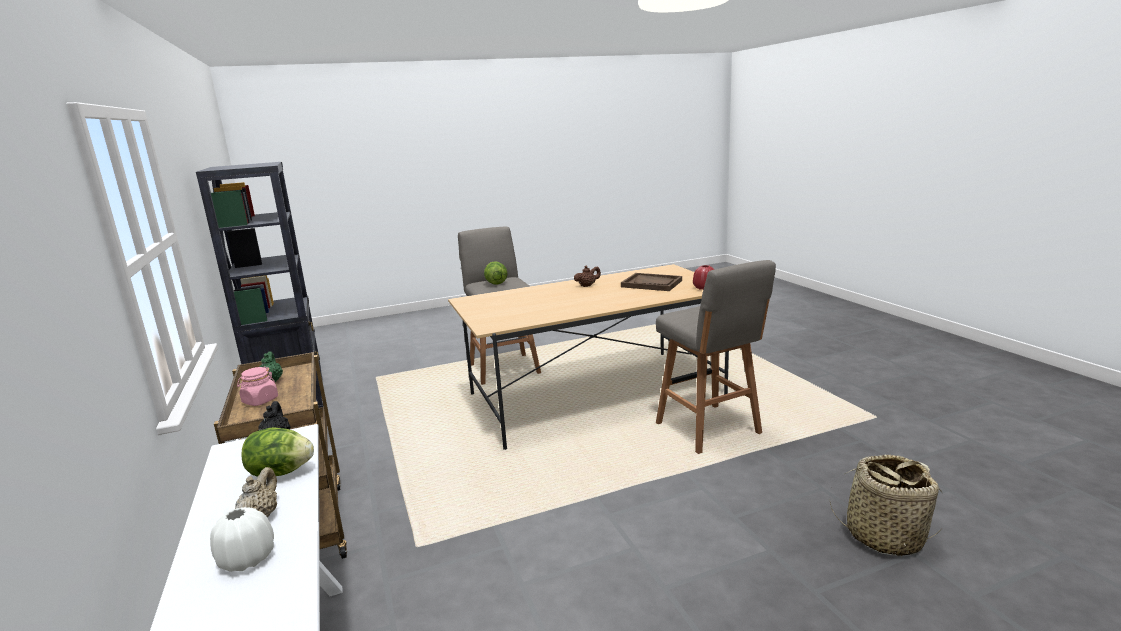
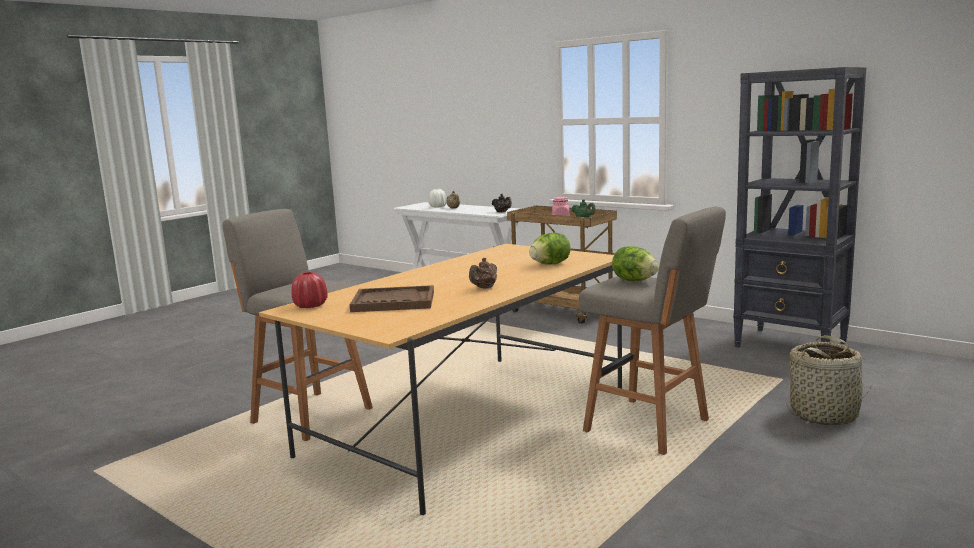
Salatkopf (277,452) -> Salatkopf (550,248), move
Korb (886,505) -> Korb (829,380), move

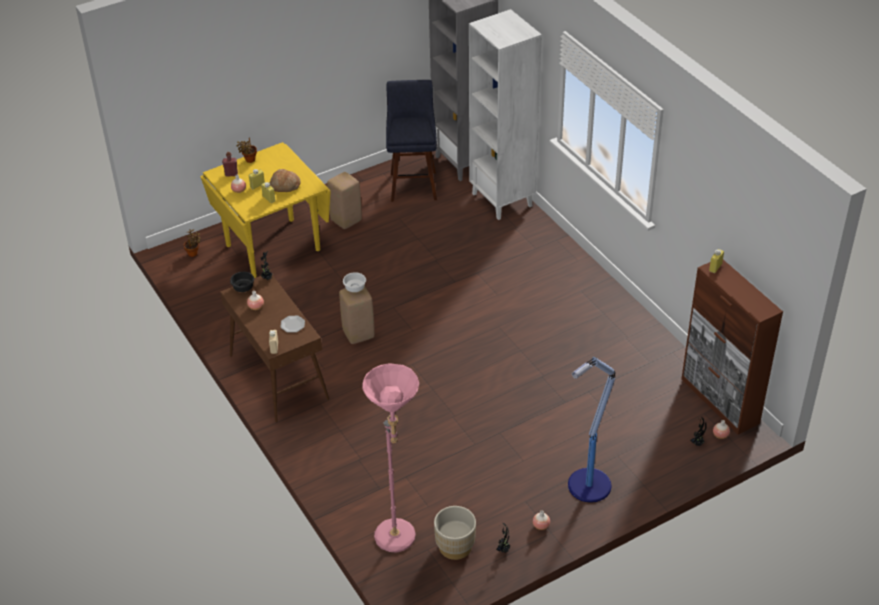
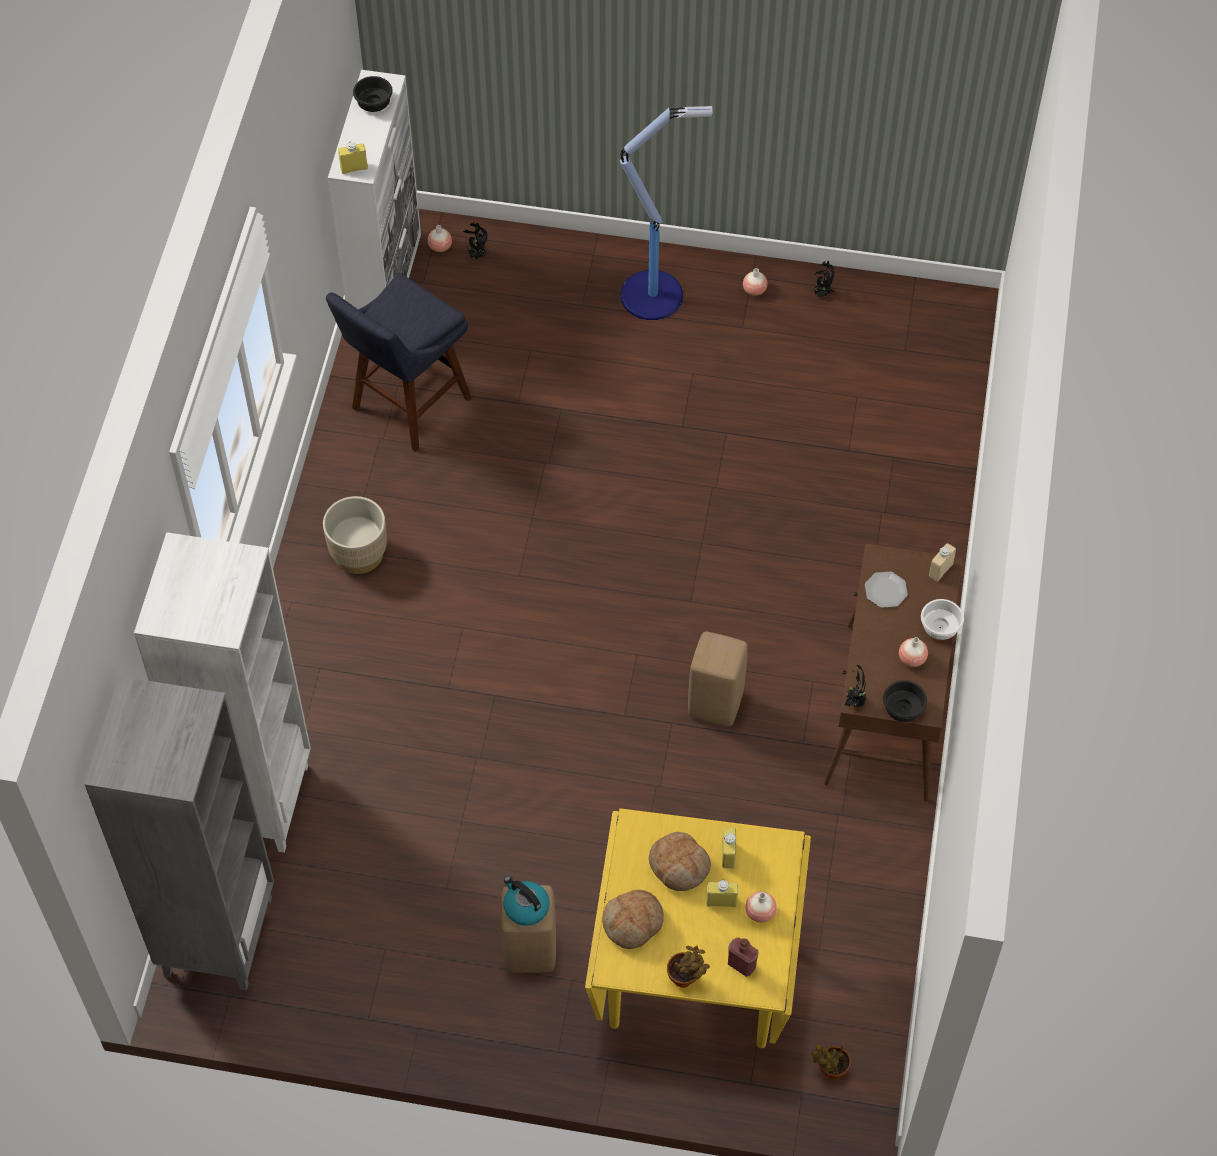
Pflanzkübel (beige) (455,533) -> Pflanzkübel (beige) (355,535), move
Hocker (blau) (411,141) -> Hocker (blau) (399,362), move
Schrank (braun) (732,347) -> Schrank (weiß) (374,189)
none -> Schüssel (schwarz) (373,94)
none -> Wasserkessel (526,901)
none -> Brot (633,919)
Schüssel (weiß) (354,282) -> Schüssel (weiß) (942,619), move
Stehlampe (rosa) (391,458) -> none

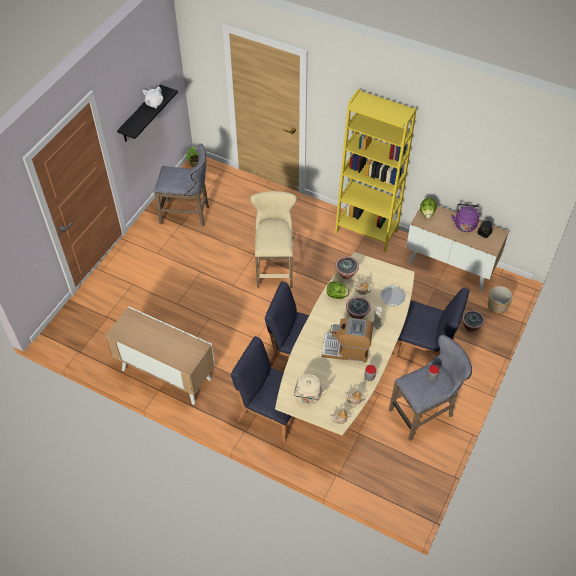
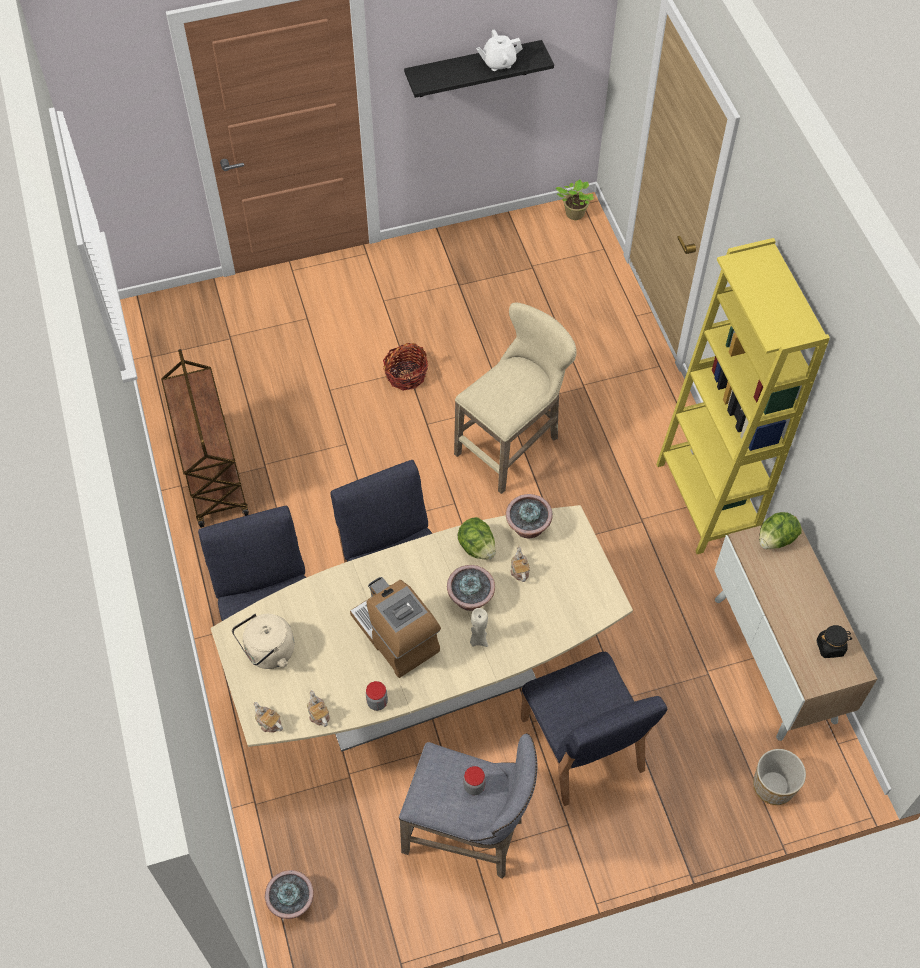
Schrank (160,355) -> Rollwagen (braun) (205,438)
Topfpflanze (473,321) -> Topfpflanze (289,894), move
none -> Korb (405,367)
Hocker (grau) (181,184) -> none
Teller (393,296) -> none
Wasserkessel (lila) (465,218) -> none

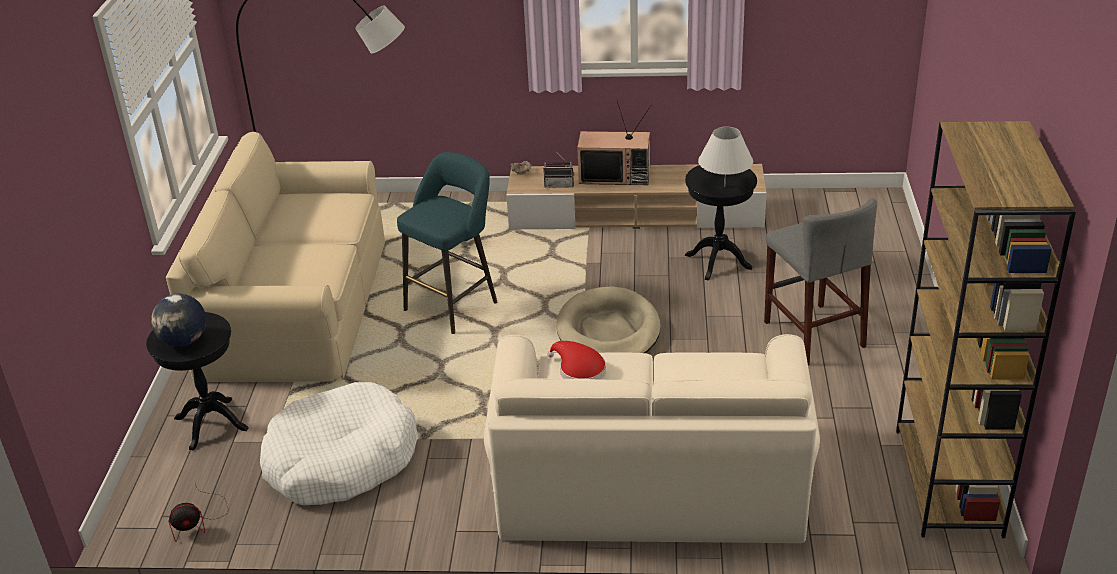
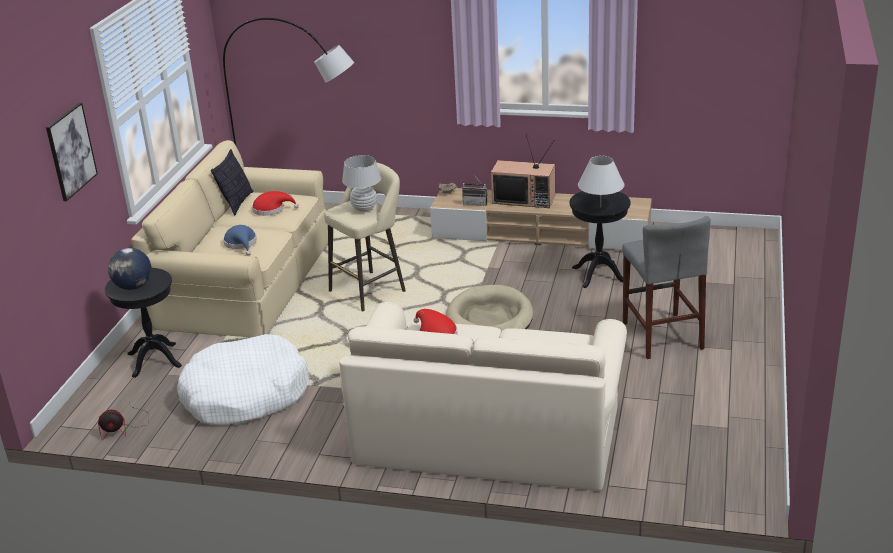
none -> Bild (72,152)
none -> Kissen (232,182)
none -> Hut (blau) (240,240)
none -> Hut (rot) (275,203)
Hocker (türkis) (447,243) -> Hocker (beige) (365,236)
none -> Tischlampe (weiß) (361,183)
Bücherregal (braun) (986,329) -> none

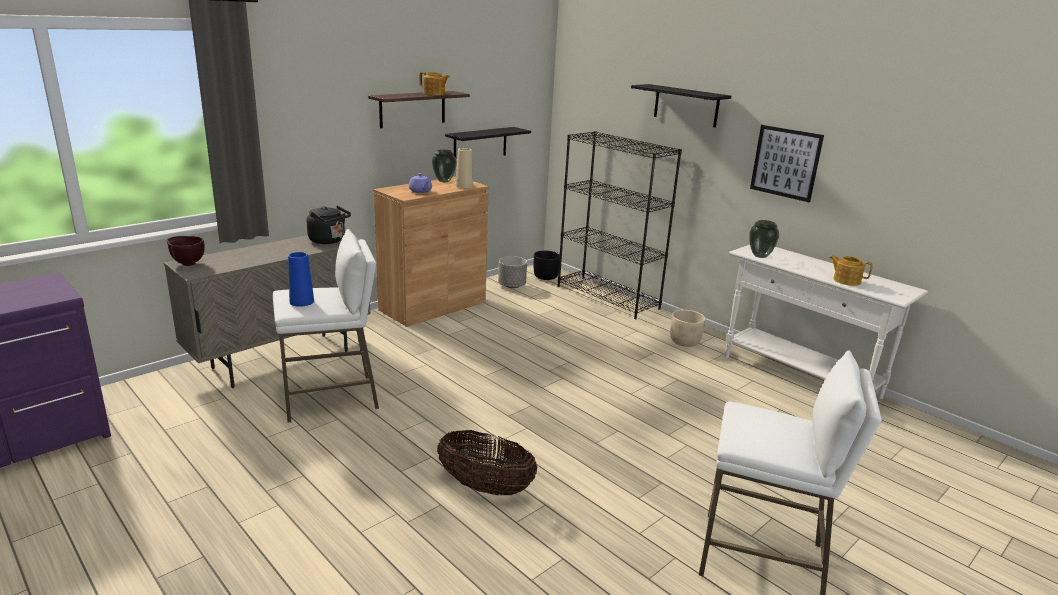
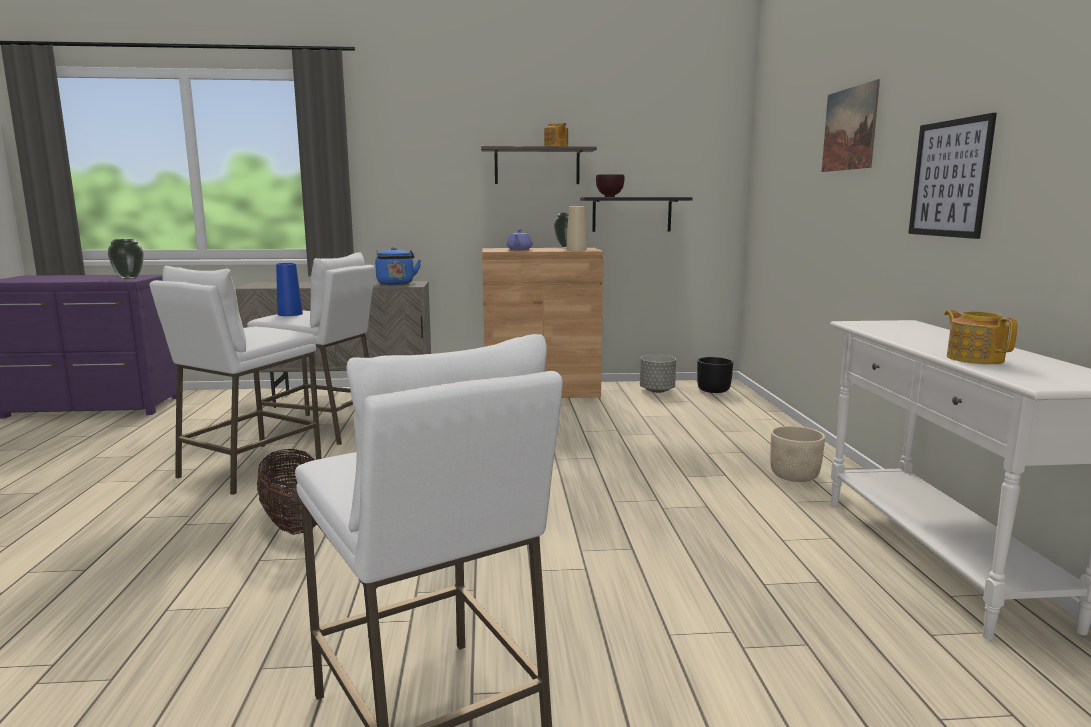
Vase (764,239) -> Vase (126,259), move
none -> Hocker (weiß) (236,380)
Wasserkessel (schwarz) (329,225) -> Wasserkessel (blau) (398,266)
Schüssel (braun) (186,251) -> Schüssel (braun) (610,185), move
Wandregal (schwarz) (681,105) -> Bild (851,125)
Bücherregal (schwarz) (620,225) -> none

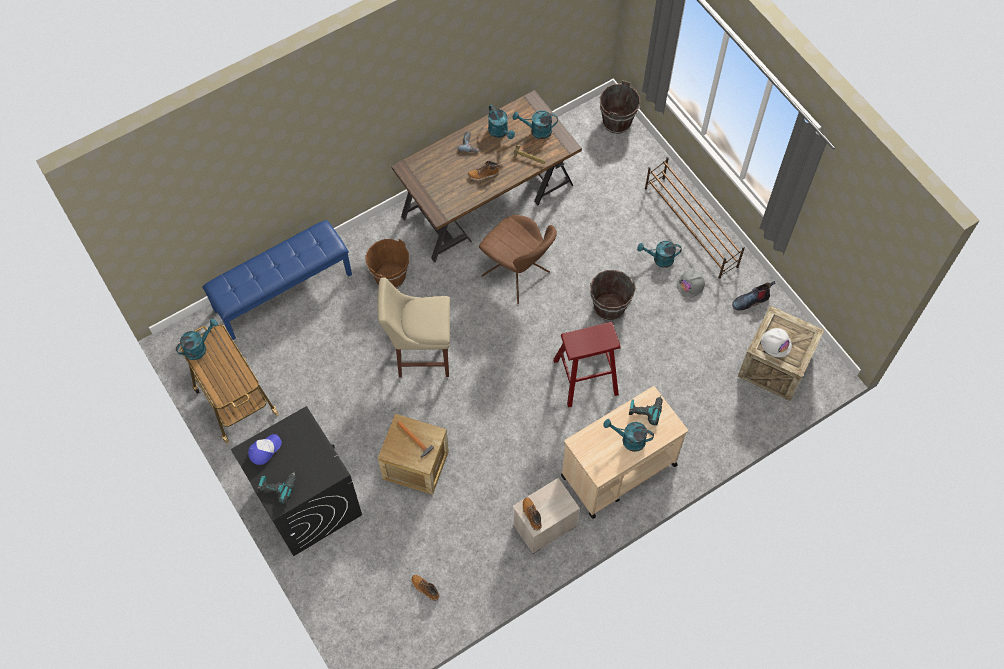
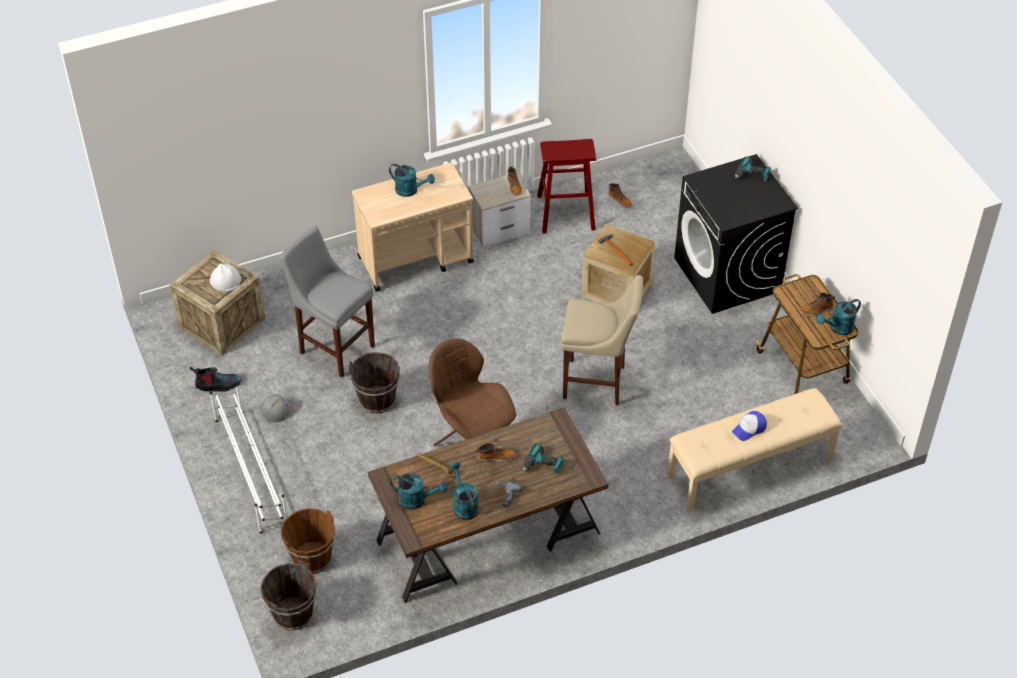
Schuhregal (braun) (695,218) -> Schuhregal (weiß) (249,459)
none -> Hocker (grau) (327,301)
Eimer (braun) (387,264) -> Eimer (braun) (308,541), move
Bohrmaschine (646,410) -> Bohrmaschine (542,459), move
Hocker (rot) (587,364) -> Hocker (rot) (566,186), move
Bank (blau) (277,280) -> Bank (beige) (754,449)
Kappe (265,449) -> Kappe (749,426), move
none -> Stiefel (817,305)
Gießkanne (türkis) (659,254) -> none

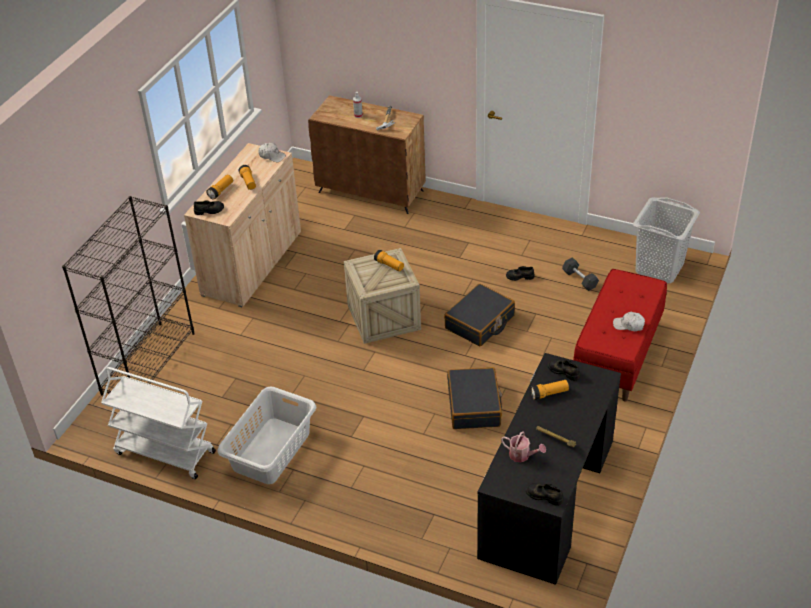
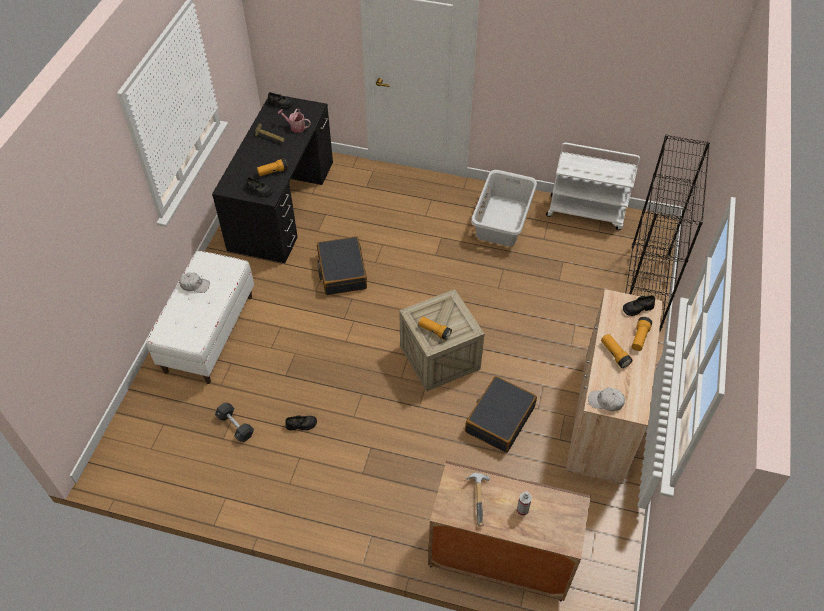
Bank (rot) (620,335) -> Bank (weiß) (200,317)
Koffer (schwarz) (479,315) -> Koffer (schwarz) (501,414), move
Wäschekorb (grau) (666,240) -> none

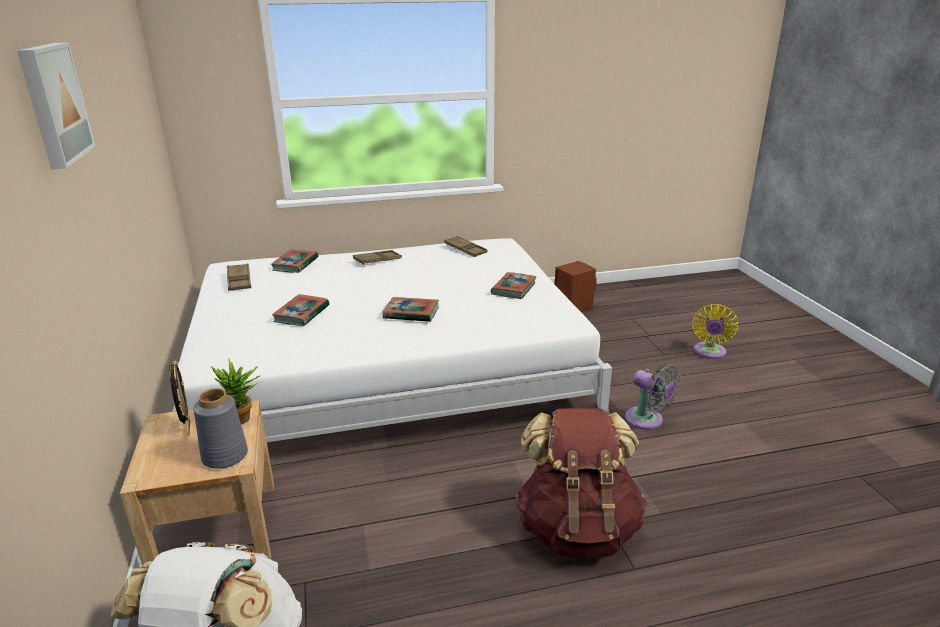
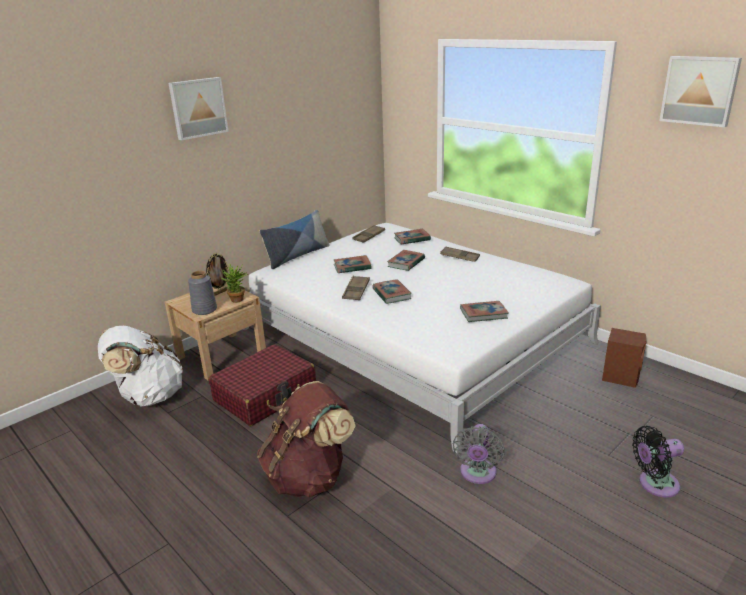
none -> Koffer (rot) (262,385)
none -> Kissen (295,239)
Tablett (braun) (466,246) -> Tablett (braun) (356,288), move
none -> Buch (406,260)
Ventilator (gelb) (715,331) -> Ventilator (schwarz) (658,462)
none -> Bild (700,91)

